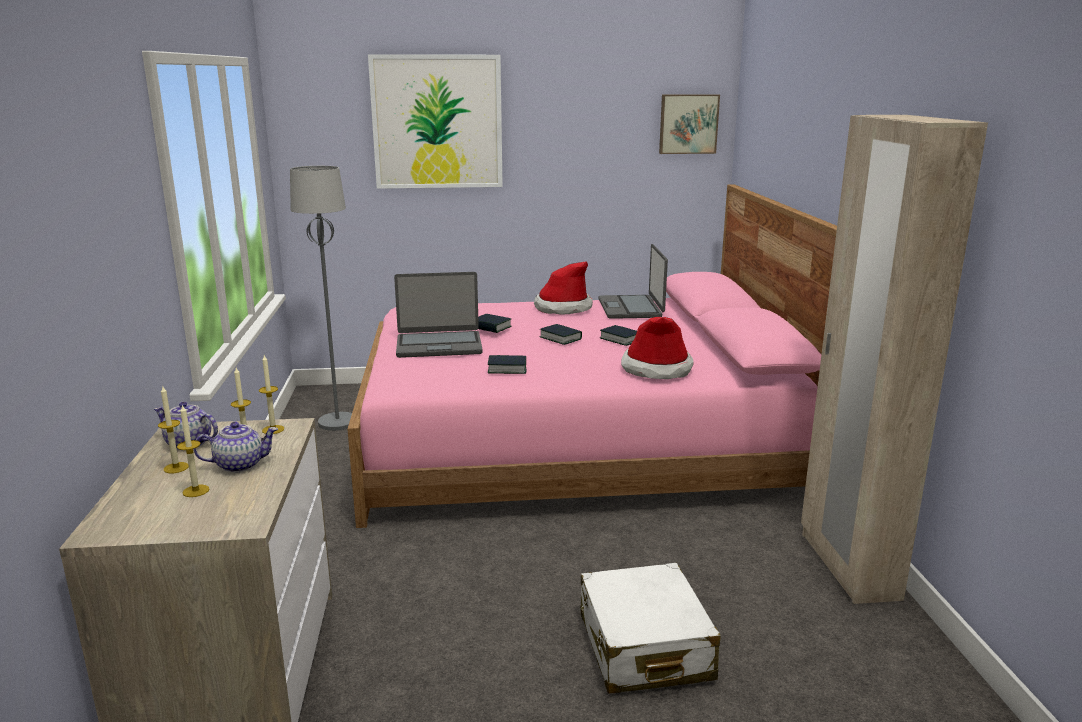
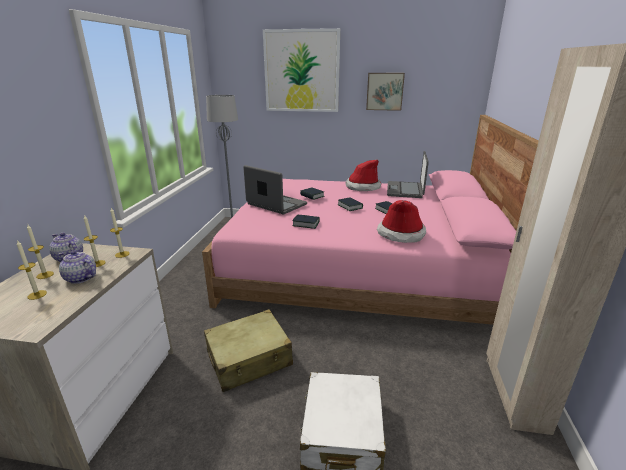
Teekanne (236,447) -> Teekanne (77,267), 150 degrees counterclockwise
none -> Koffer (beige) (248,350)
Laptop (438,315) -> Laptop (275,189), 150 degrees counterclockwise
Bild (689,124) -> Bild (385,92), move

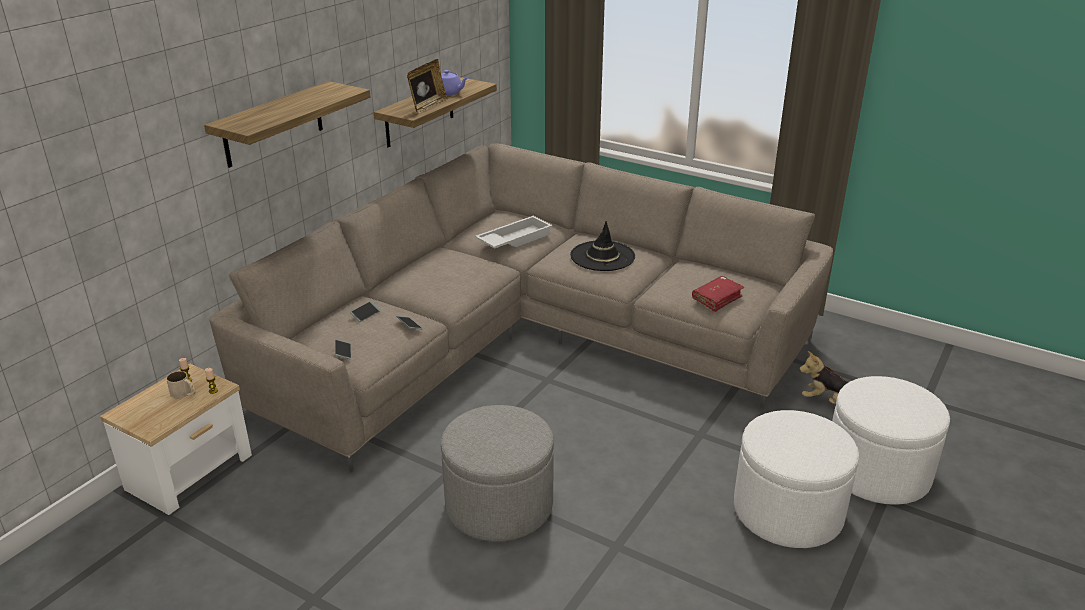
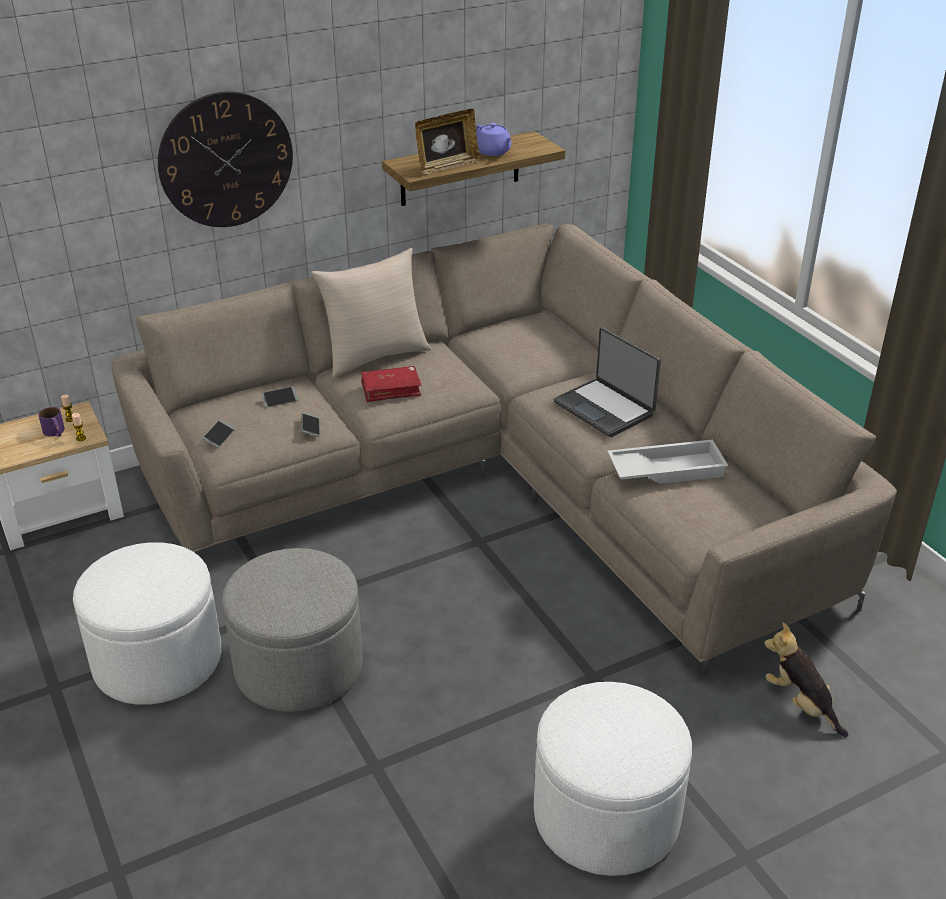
Henkelbecher (beige) (181,385) -> Henkelbecher (lila) (51,422)
Polsterhocker (weiß) (891,440) -> Polsterhocker (weiß) (147,623), move
Wandregal (287,124) -> Wanduhr (225,159)
none -> Kissen (beige) (371,313)
Buch (rot) (718,294) -> Buch (rot) (391,384), move
Hut (schwarz) (602,246) -> Laptop (607,382)
Tablett (weiß) (514,232) -> Tablett (weiß) (667,462), move

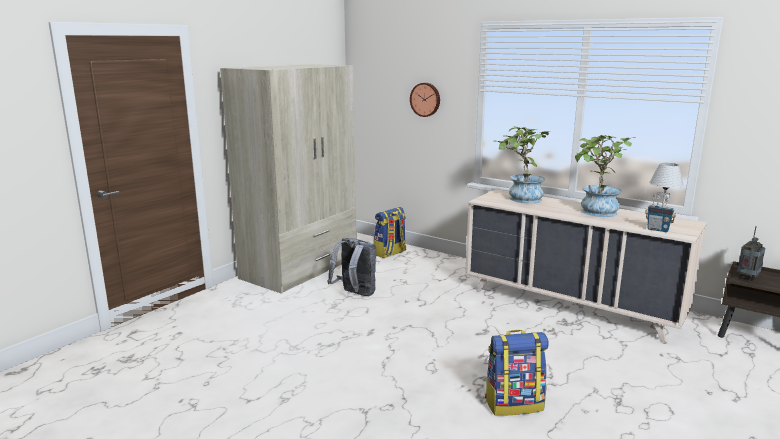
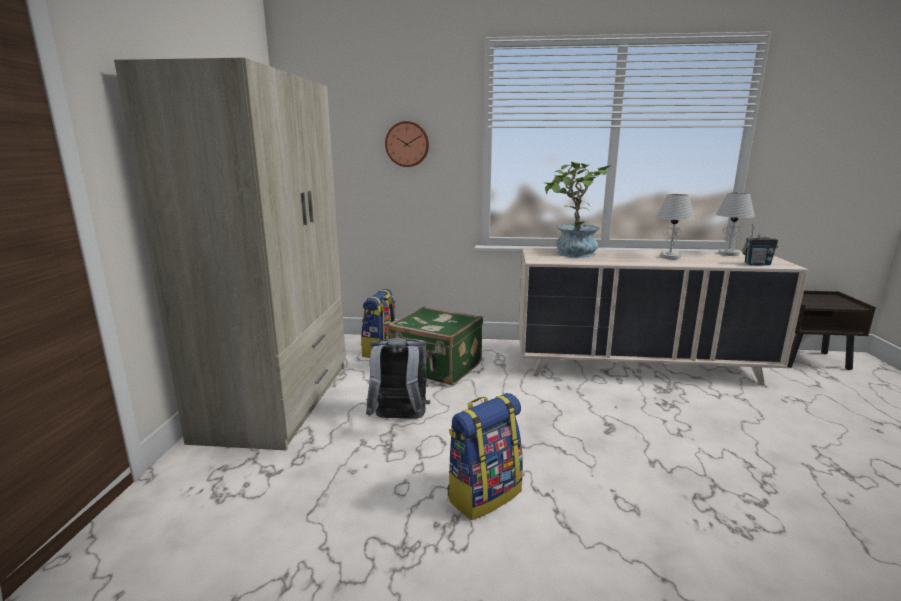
none -> Koffer (grün) (435,345)
Rucksack (517,373) -> Rucksack (485,456), move
Topfpflanze (605,176) -> Tischlampe (weiß) (675,226)
Radio (751,253) -> none

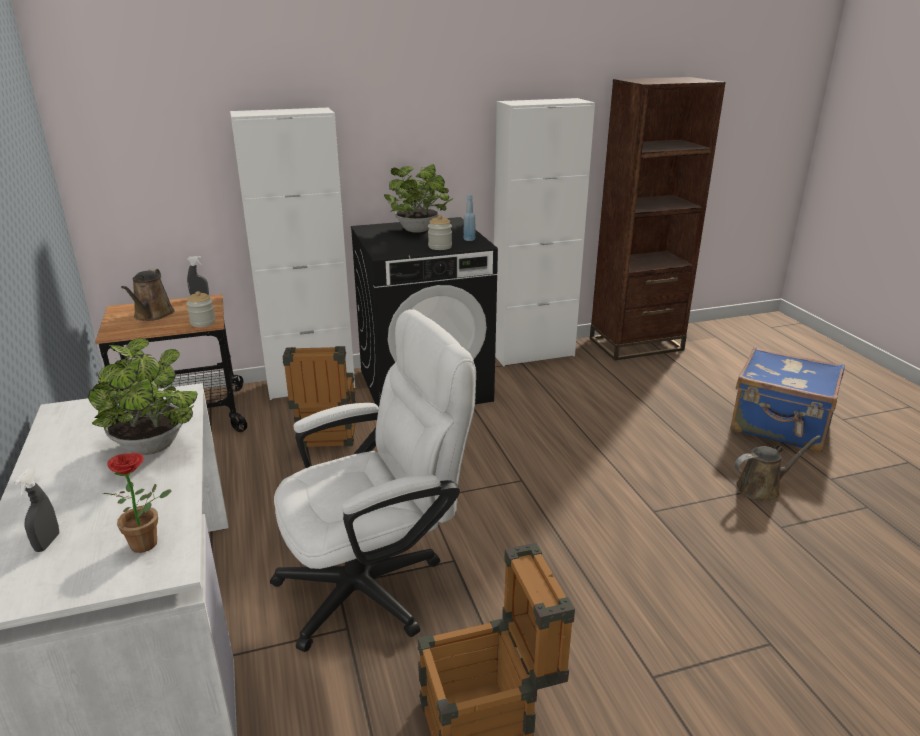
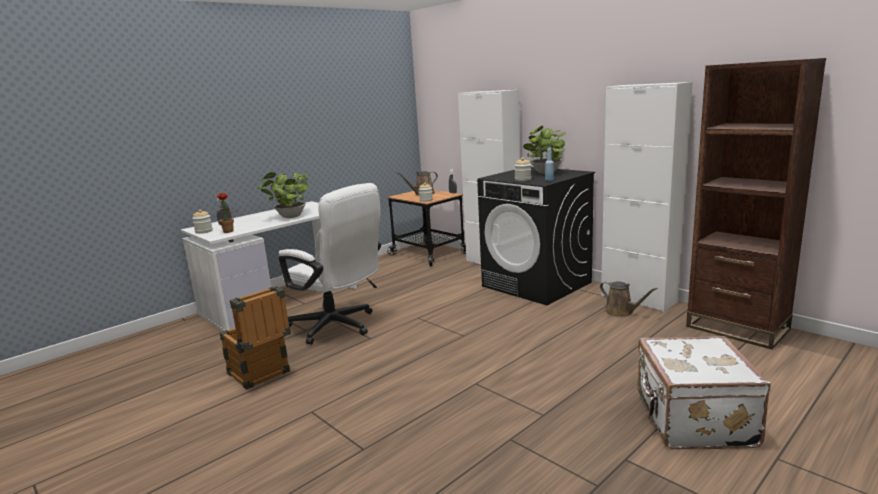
none -> Vorratsglas (202,221)
Gießkanne (braun) (778,468) -> Gießkanne (braun) (629,299), move
Koffer (blau) (787,400) -> Koffer (weiß) (704,392)
Kiste (319,397) -> none

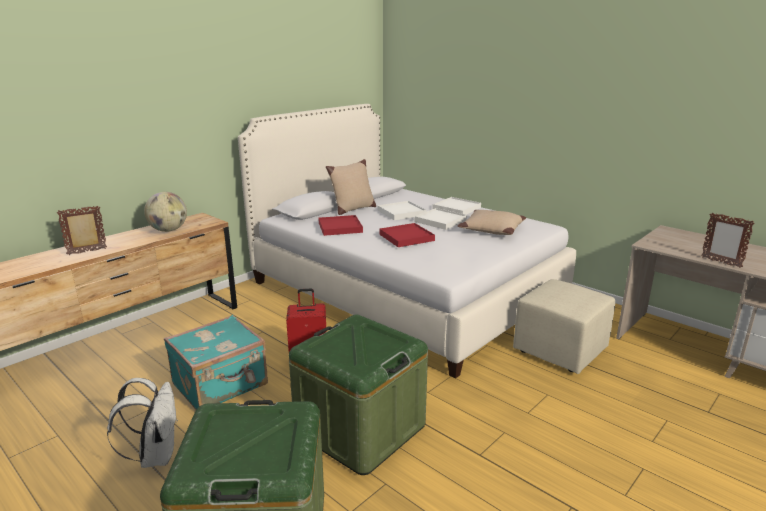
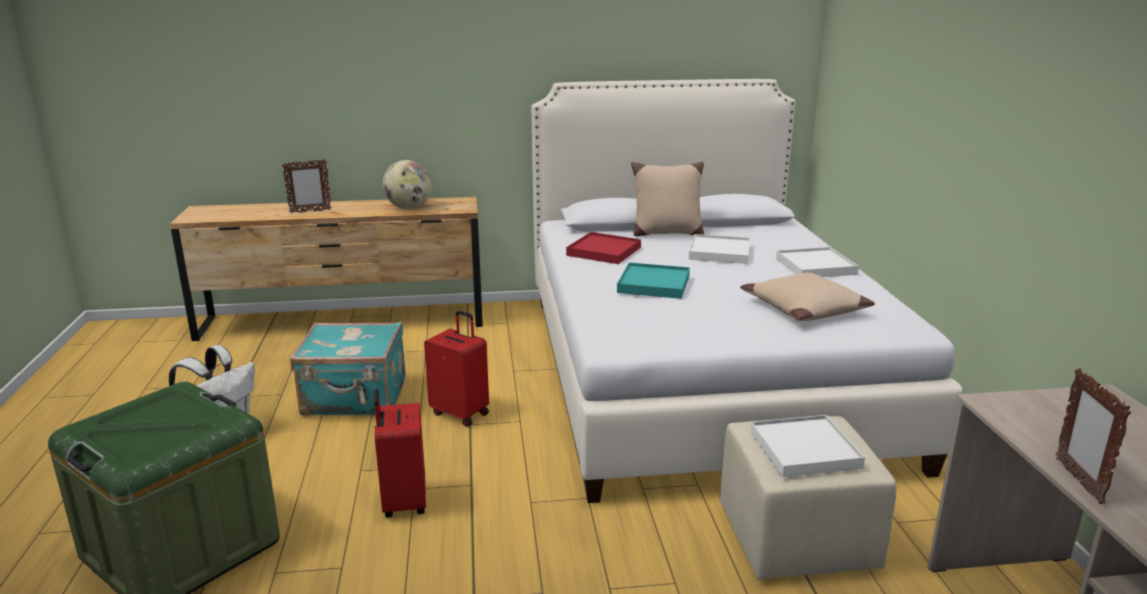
Bilderrahmen (82,230) -> Bilderrahmen (307,186), 150 degrees clockwise
Aufbewahrungsbox (grün) (358,395) -> Koffer (rot) (400,453)
Tablett (rot) (407,235) -> Tablett (türkis) (653,281)
Tablett (weiß) (441,219) -> Tablett (weiß) (807,446), move

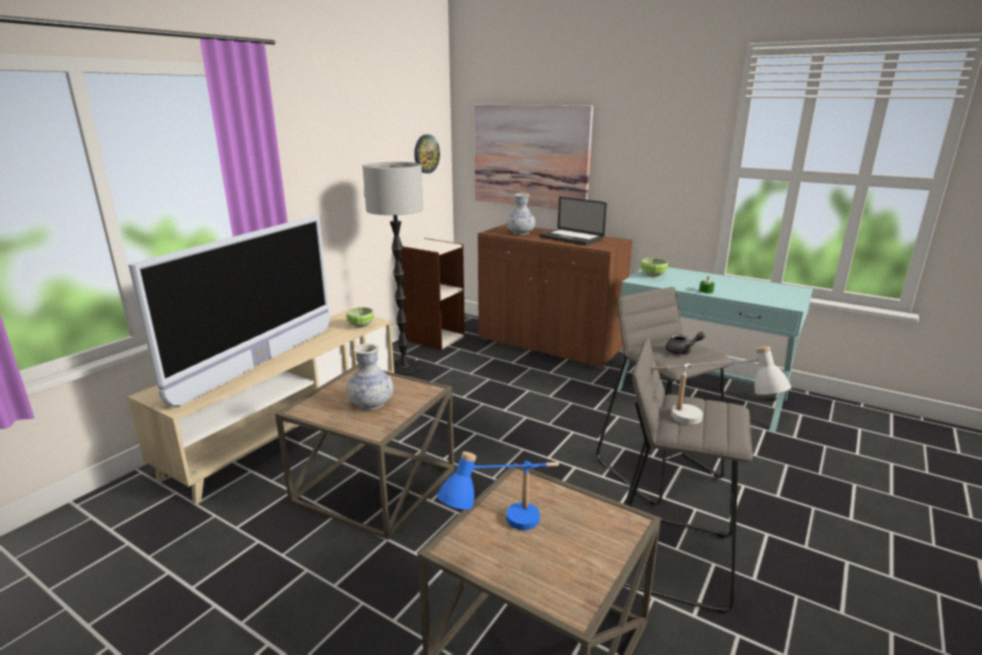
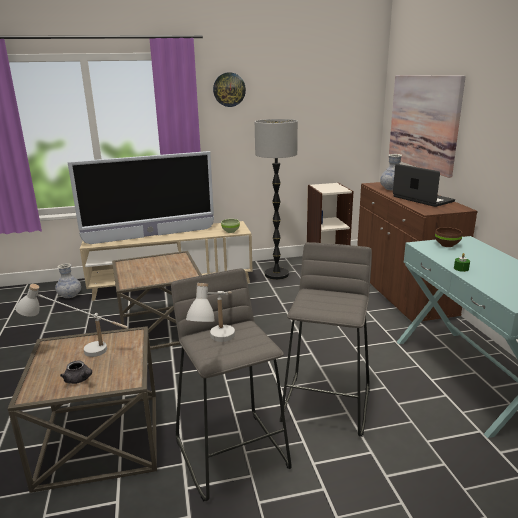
Tischlampe (blau) (498,491) -> Tischlampe (weiß) (71,320)
Vase (370,376) -> Vase (68,280), move
Teekanne (grau) (685,343) -> Teekanne (grau) (76,372), move
Wanduhr (427,153) -> Wanduhr (229,89), move
Laptop (573,221) -> Laptop (424,185), 150 degrees clockwise
Schüssel (grün) (654,267) -> Schüssel (braun) (448,237)

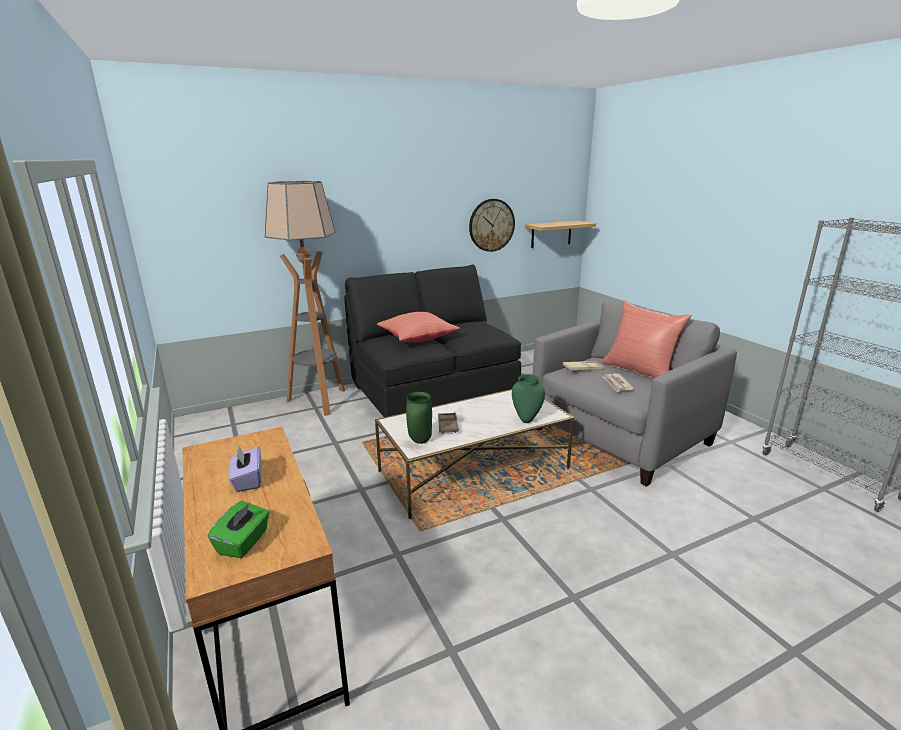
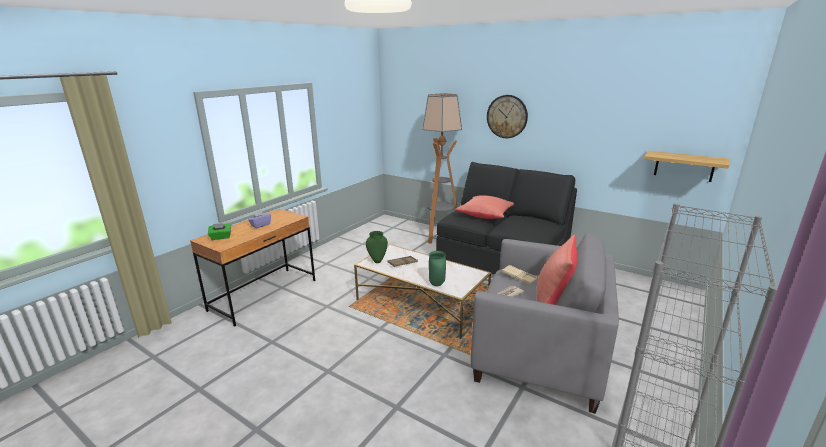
Wanduhr (492,225) -> Wanduhr (507,116), move

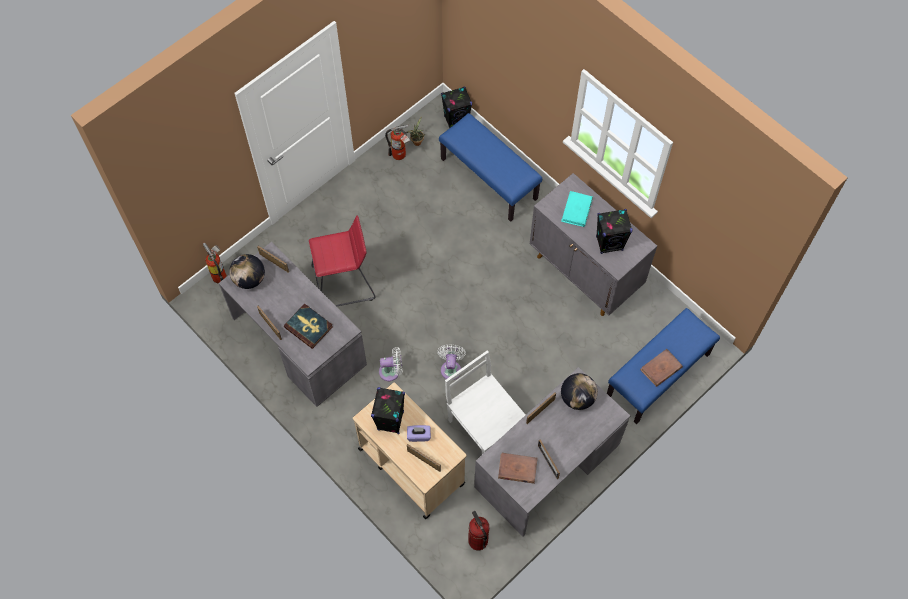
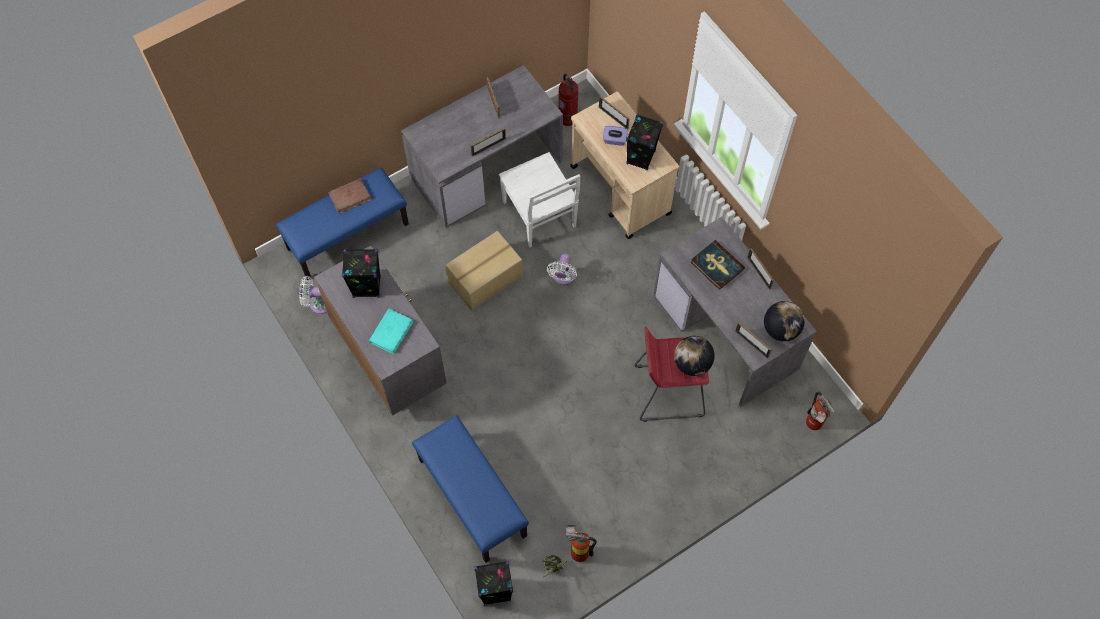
Ventilator (weiß) (390,364) -> Ventilator (weiß) (313,295), move
none -> Karton (484,270)
Globus (579,391) -> Globus (694,356), move
Buch (braun) (518,468) -> none

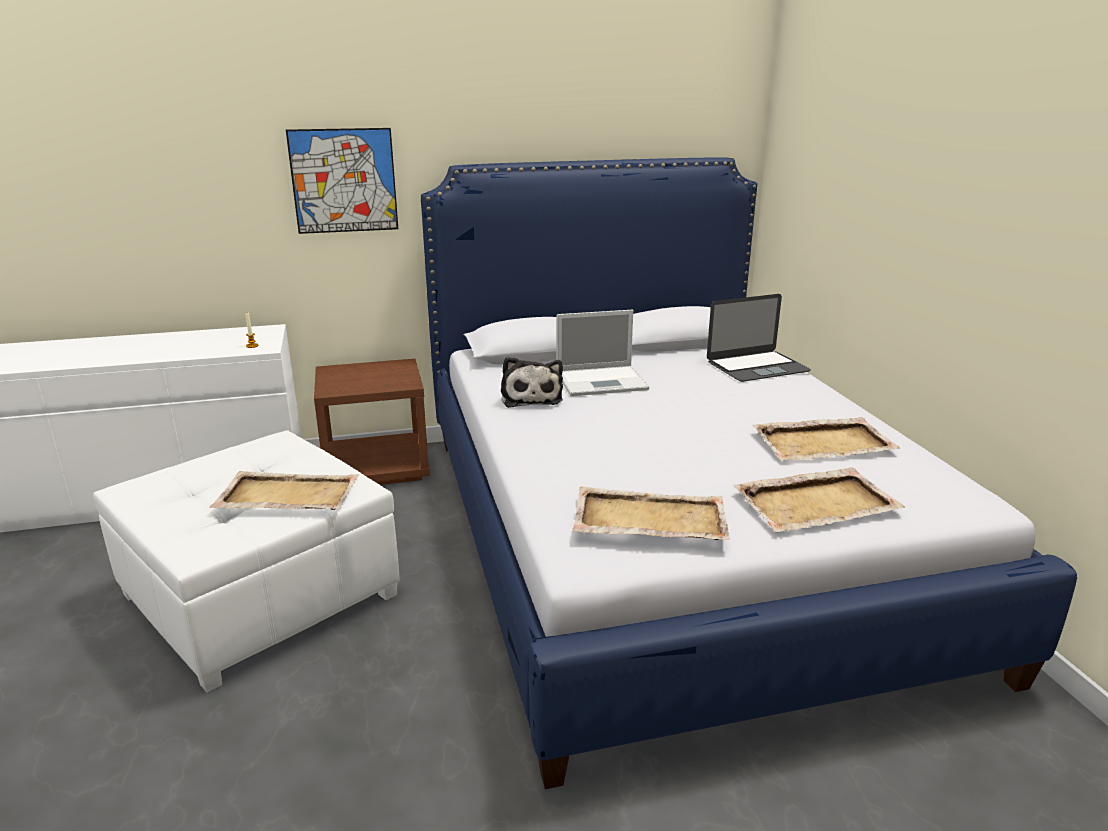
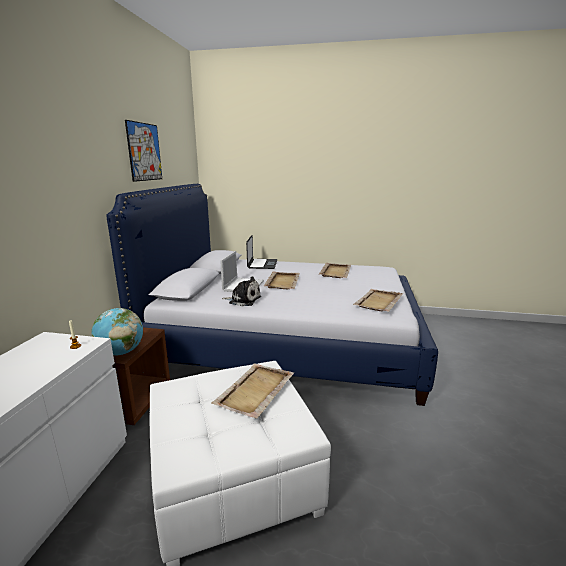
none -> Globus (117,331)
Bild (342,181) -> Bild (143,151), move
Tablett (beige) (819,500) -> Tablett (beige) (282,280), move

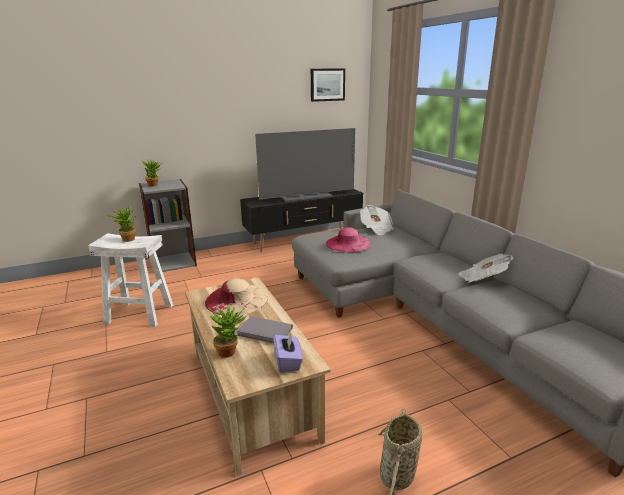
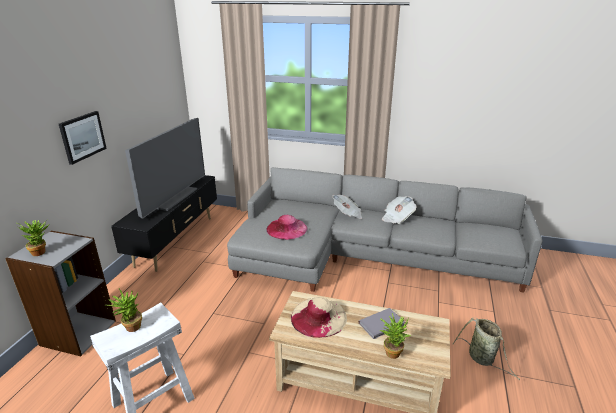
Bild (328,85) -> Bild (83,138), move
Zeitung (377,220) -> Zeitung (347,207), move
Taschentuchbox (lila) (288,352) -> none

